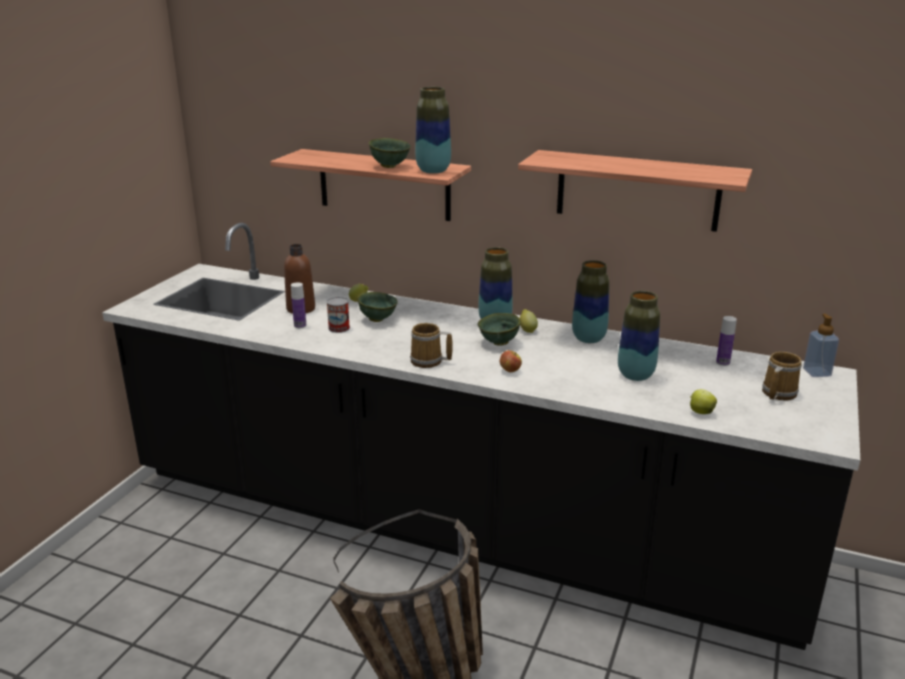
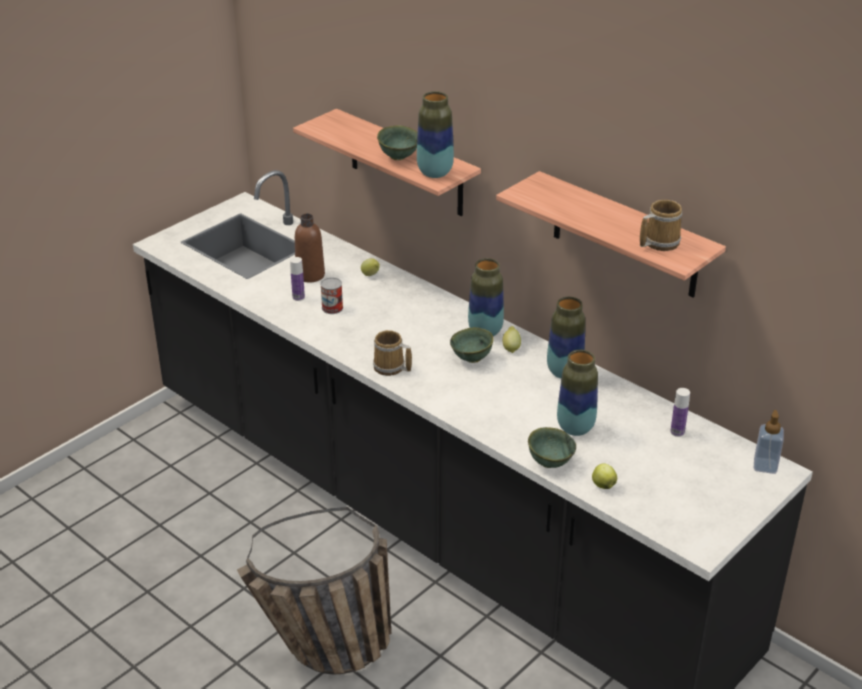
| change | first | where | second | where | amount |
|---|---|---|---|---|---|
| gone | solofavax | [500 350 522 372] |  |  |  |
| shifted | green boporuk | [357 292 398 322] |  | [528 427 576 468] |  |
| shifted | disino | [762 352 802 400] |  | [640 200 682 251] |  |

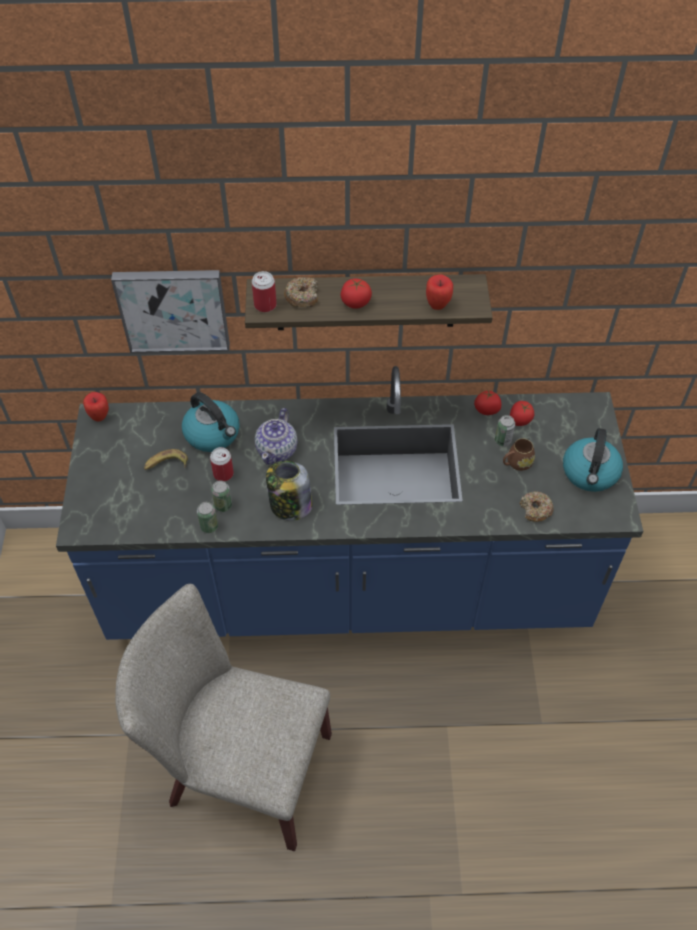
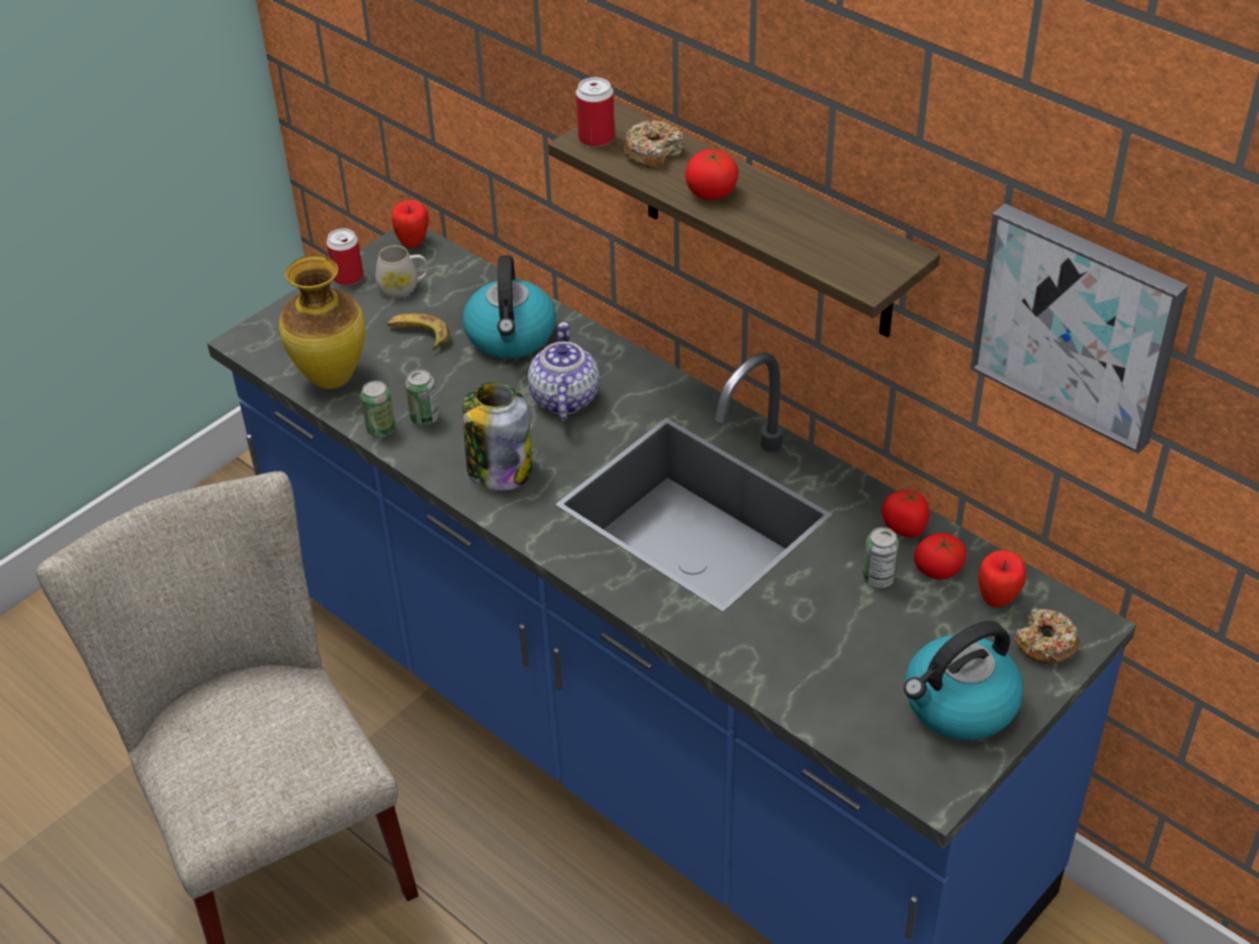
| change | first | where | second | where | amount |
|---|---|---|---|---|---|
| gone | brown disino | [503 438 535 471] |  |  |  |
| new |  |  | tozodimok | [279 255 365 389] |  |
| new |  |  | white disino | [376 245 428 298] |  |
| shifted | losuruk | [111 270 230 353] |  | [970 204 1188 454] |  |
| shifted | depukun | [210 447 234 482] |  | [326 228 364 285] |  |
| shifted | solofavax | [426 274 453 310] |  | [978 550 1026 608] |  |
| shifted | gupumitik | [520 492 554 522] |  | [1014 608 1080 663] |  |
| rotated | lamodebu | [255 408 298 465] |  | [528 322 600 421] | 120 degrees clockwise |

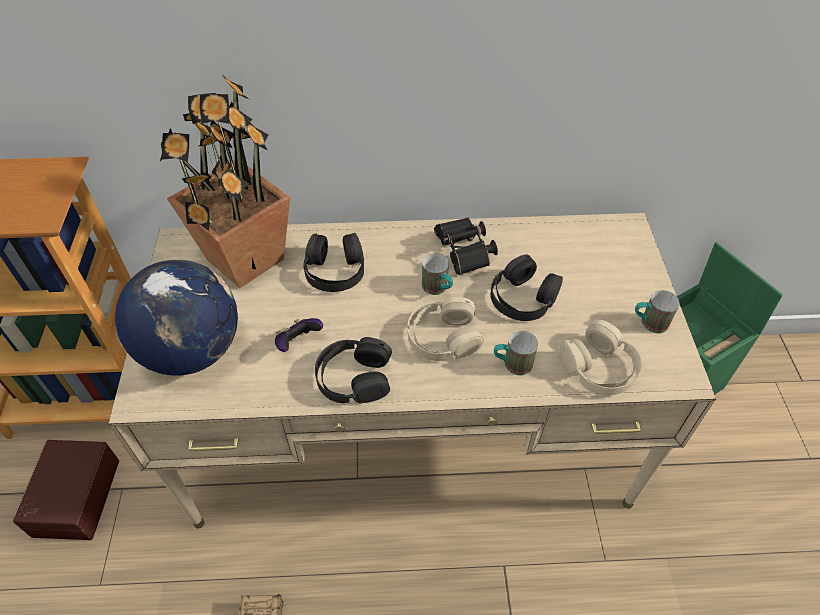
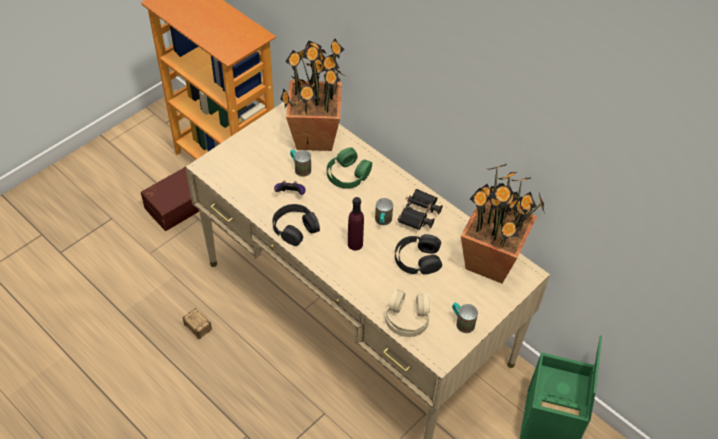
| change | first | where | second | where | amount |
|---|---|---|---|---|---|
| gone | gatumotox | [115 259 238 376] |  |  |  |
| new |  |  | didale | [461 164 545 284] |  |
| shifted | disino | [494 331 538 375] |  | [290 150 311 177] |  |
| swapped | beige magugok | [408 297 484 361] | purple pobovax | [348 197 364 251] |  |
| repainted | black magugok | [303 233 364 292] | green magugok | [327 147 372 189] |  |

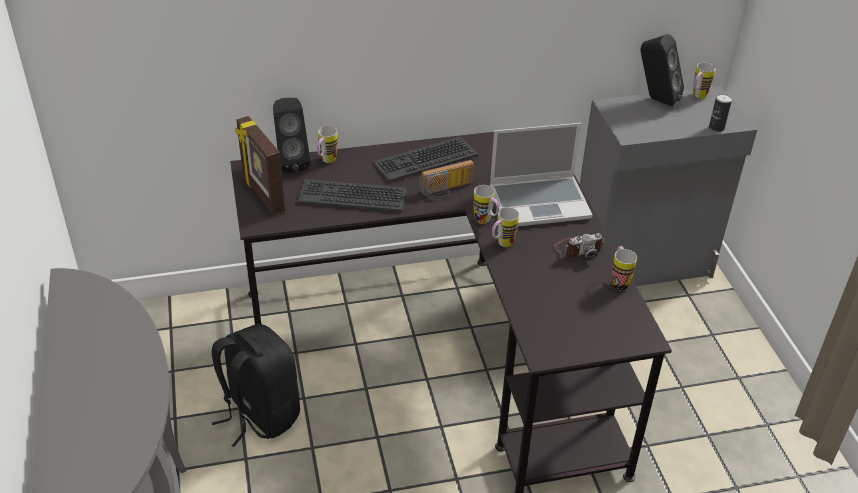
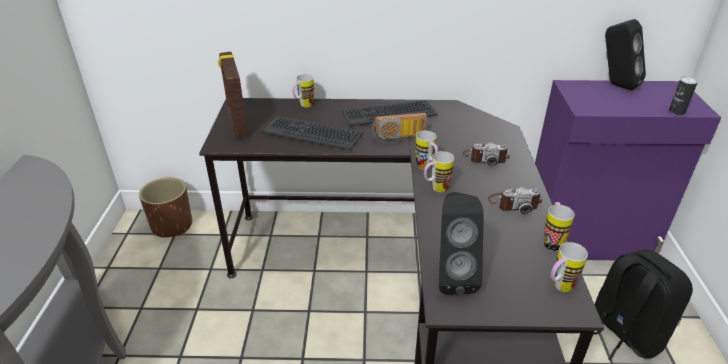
| change | first | where | second | where | amount |
|---|---|---|---|---|---|
| new |  |  | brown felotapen | [139 177 192 238] |  |
| shifted | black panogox | [212 324 300 447] |  | [593 249 693 360] |  |
| shifted | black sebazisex | [273 98 310 173] |  | [439 192 484 295] |  |
| shifted | disino | [693 63 716 98] |  | [551 242 588 292] |  |
| swapped | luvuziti | [490 123 593 226] | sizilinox | [463 142 510 166] |  |
| repainted | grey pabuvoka | [580 86 757 286] | purple pabuvoka | [535 80 721 260] |  |

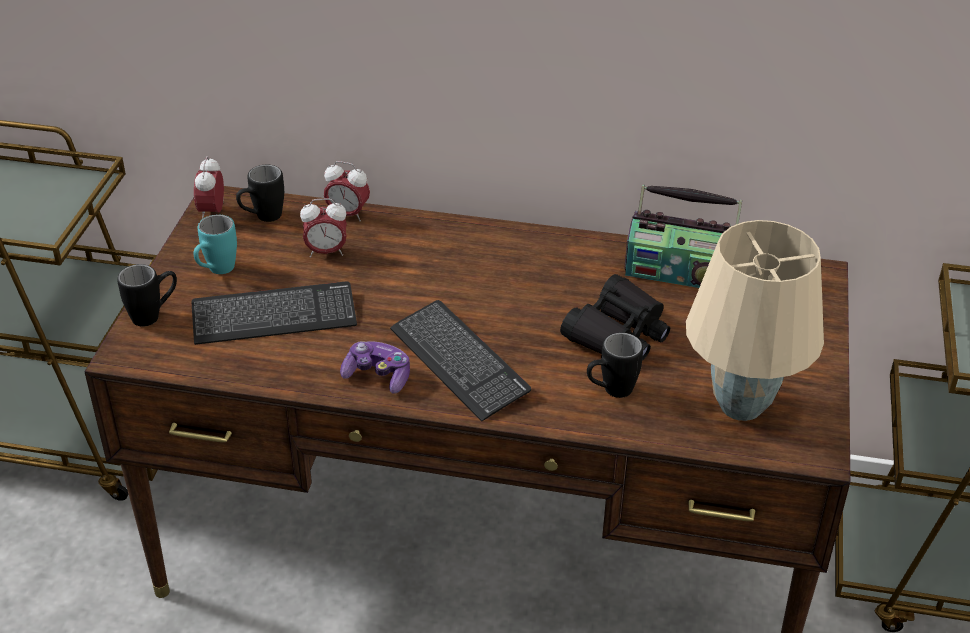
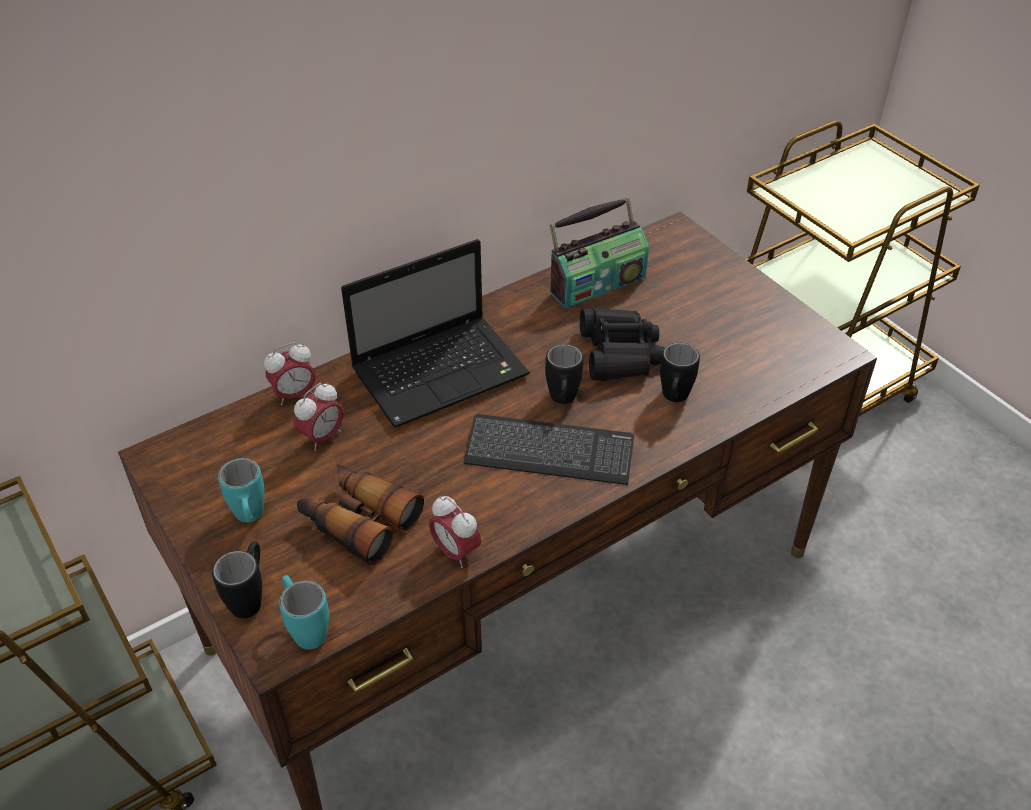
| change | first | where | second | where | amount |
|---|---|---|---|---|---|
| gone | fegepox | [340 341 410 393] |  |  |  |
| gone | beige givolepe | [686 220 824 421] |  |  |  |
| new |  |  | turquoise disino | [279 575 329 650] |  |
| new |  |  | luvuziti | [341 239 530 428] |  |
| shifted | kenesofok | [194 156 224 219] |  | [429 496 481 568] |  |
| shifted | black disino | [236 165 284 222] |  | [545 344 584 404] |  |
| swapped | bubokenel | [191 281 357 345] | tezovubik | [297 464 424 566] |  |

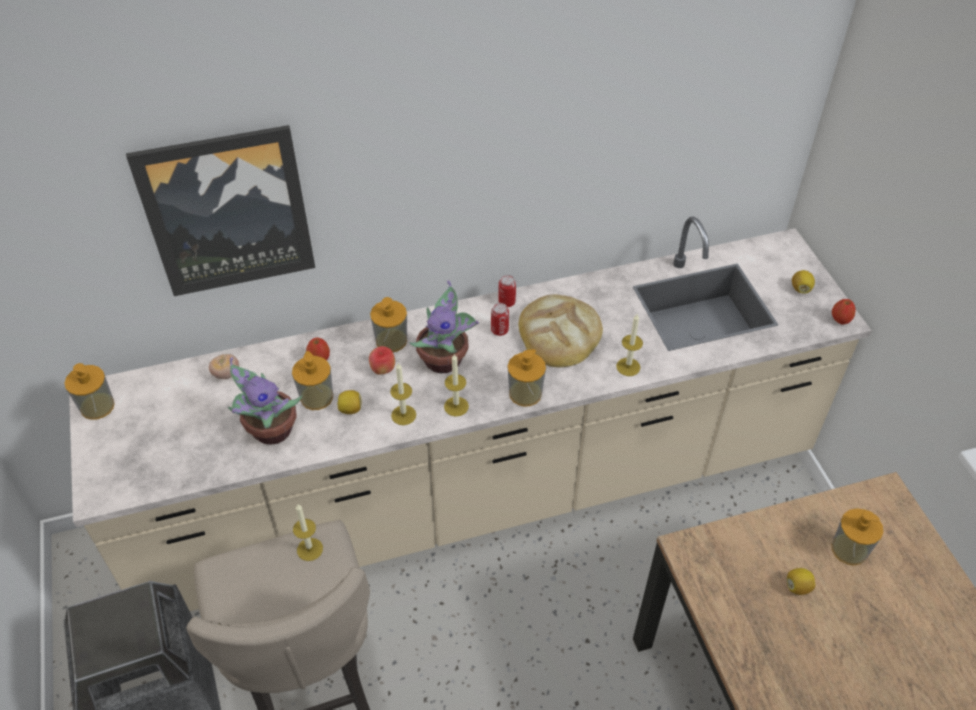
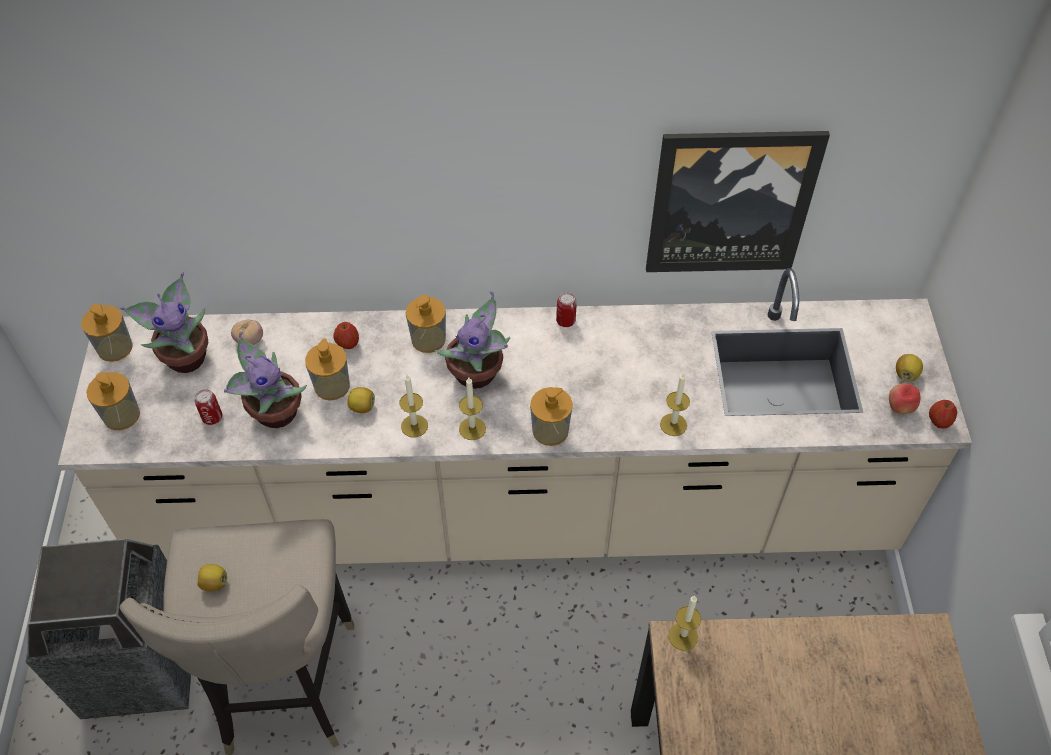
| change | first | where | second | where | amount |
|---|---|---|---|---|---|
| gone | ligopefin | [518 294 603 367] |  |  |  |
| new |  |  | didale | [120 272 209 373] |  |
| shifted | losuruk | [126 125 315 296] |  | [646 131 830 272] |  |
| shifted | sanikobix | [293 504 323 561] |  | [669 596 701 651] |  |
| shifted | solofavax | [369 346 395 375] |  | [889 383 921 414] |  |
| shifted | depukun | [491 303 509 336] |  | [195 389 222 425] |  |
| shifted | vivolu | [787 568 815 595] |  | [197 564 227 591] |  |
| shifted | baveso | [832 508 883 565] |  | [86 372 140 430] |  |

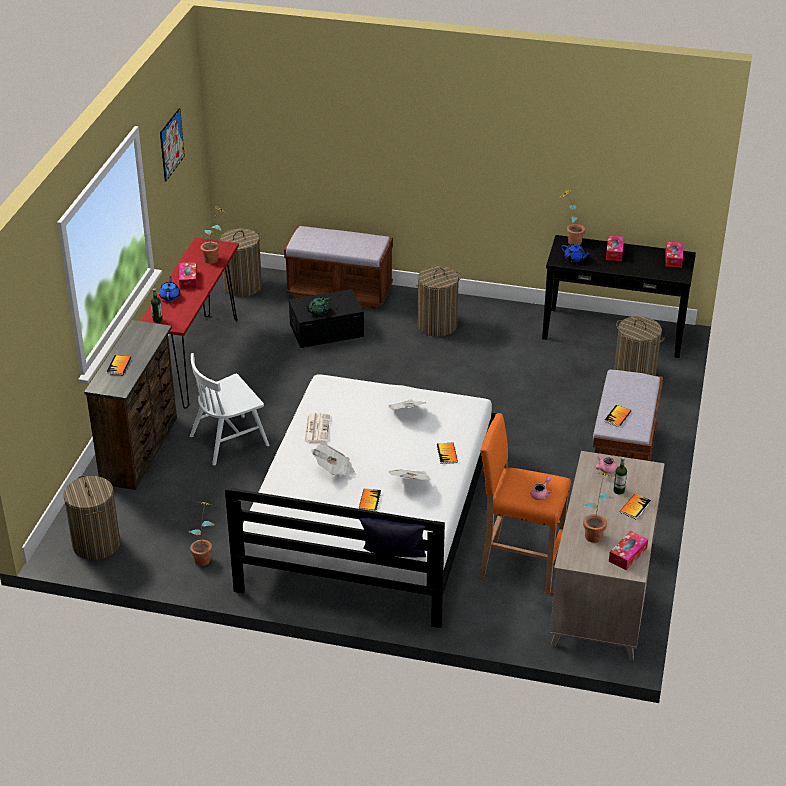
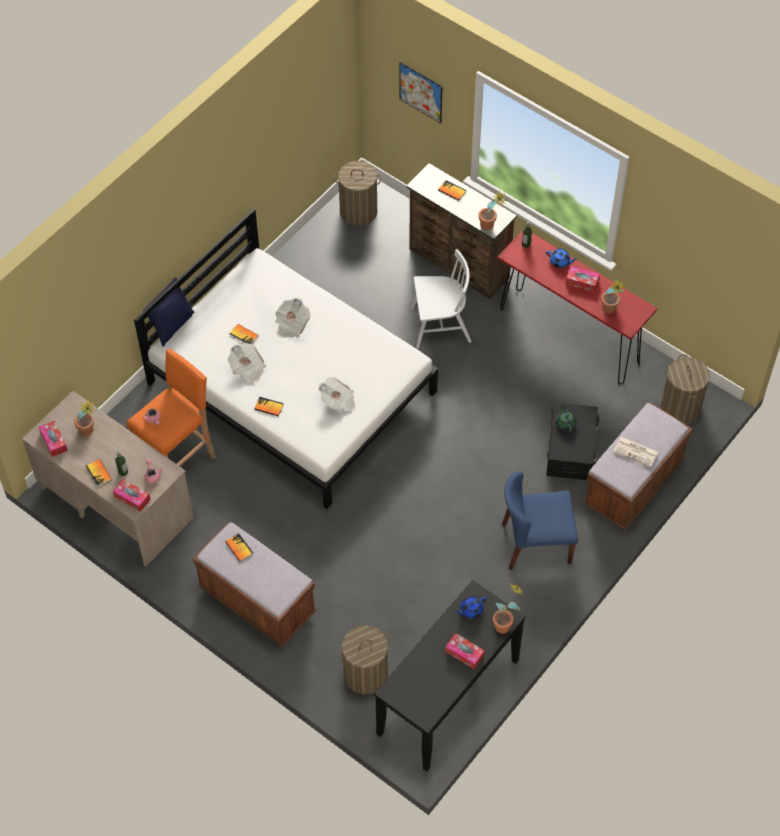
| change | first | where | second | where | amount |
|---|---|---|---|---|---|
| shifted | losuruk | [160 108 185 182] |  | [400 62 443 123] |  |
| shifted | didale | [189 502 215 566] |  | [478 192 506 230] |  |
| shifted | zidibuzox | [304 413 330 443] |  | [613 437 658 467] |  |
| shifted | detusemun | [665 242 683 268] |  | [113 479 151 512] |  |
| swapped | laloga | [416 266 461 337] | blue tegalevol | [502 472 578 570] |  |
| rotated | white tegalevol | [190 353 269 465] |  | [410 249 472 349] | 90 degrees clockwise |

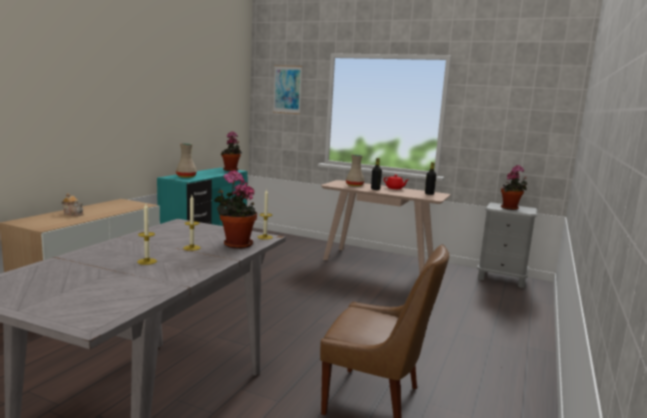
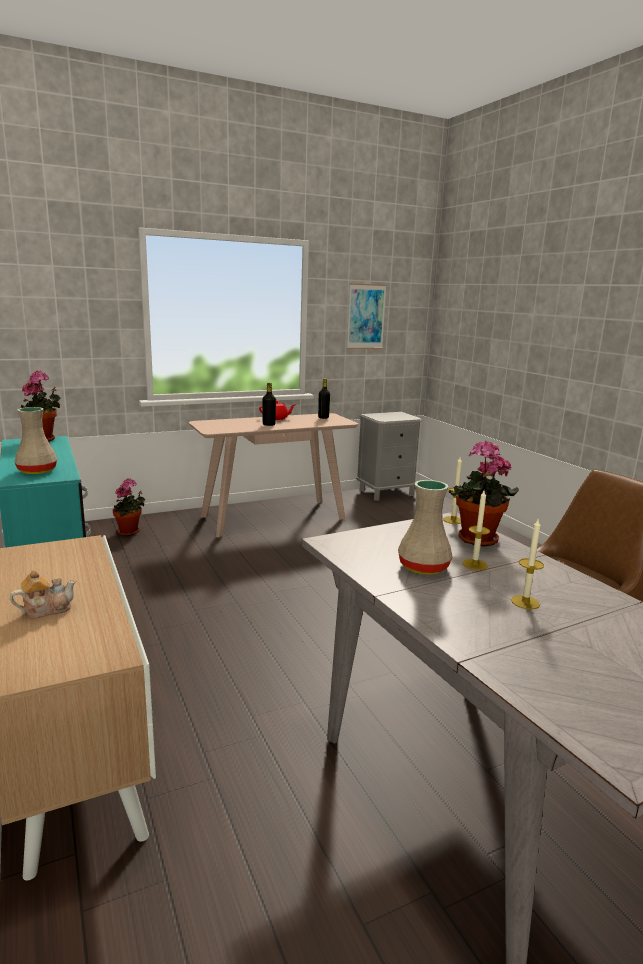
| change | first | where | second | where | amount |
|---|---|---|---|---|---|
| shifted | losuruk | [273 65 302 114] |  | [347 283 387 349] |  |
| shifted | beige tozodimok | [346 155 365 187] |  | [398 480 453 575] |  |
| shifted | didale | [501 165 527 210] |  | [112 478 145 536] |  |

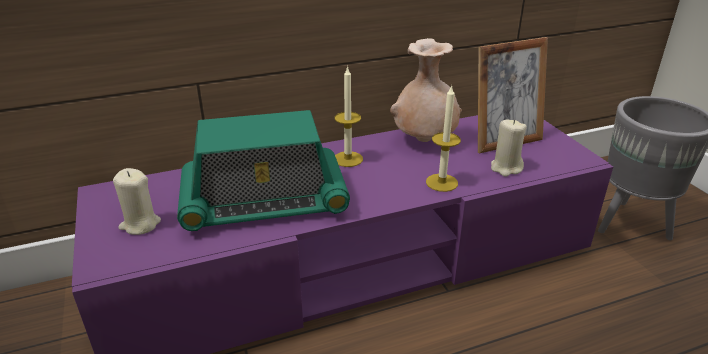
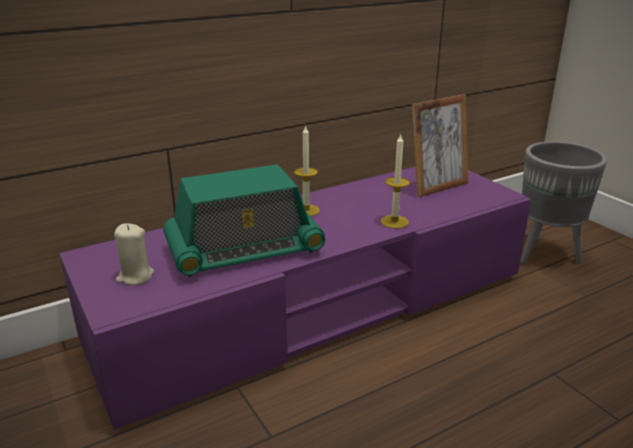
| change | first | where | second | where | amount |
|---|---|---|---|---|---|
| gone | beige tozodimok | [390 38 462 142] |  |  |  |
| gone | beige sanikobix | [491 119 527 177] |  |  |  |

